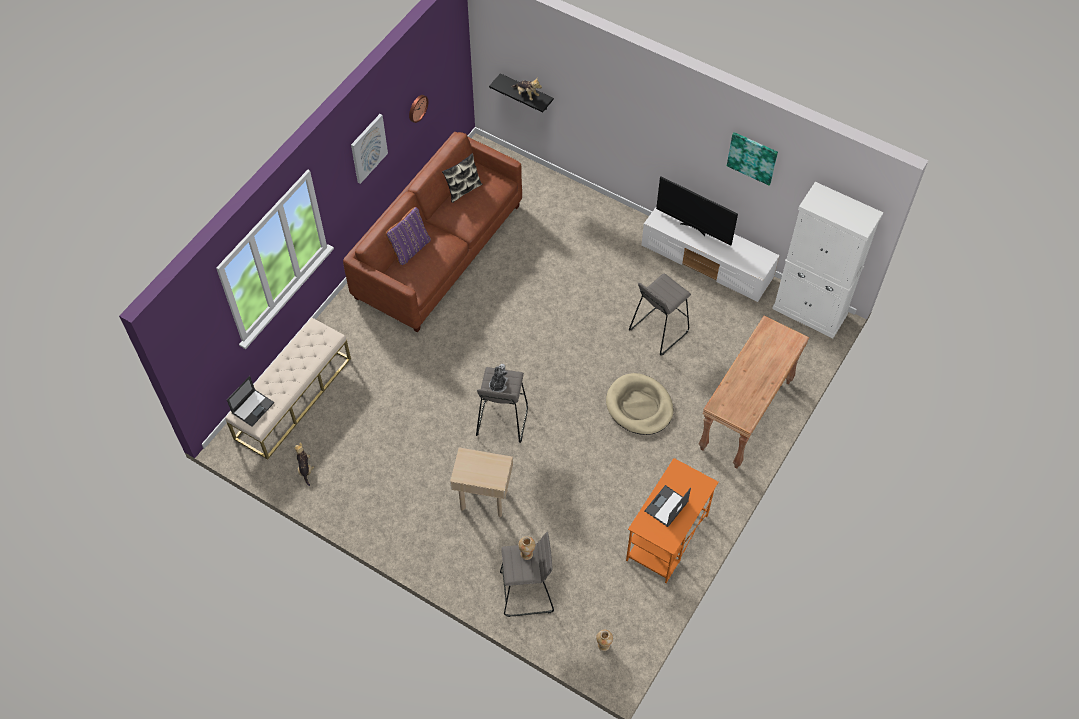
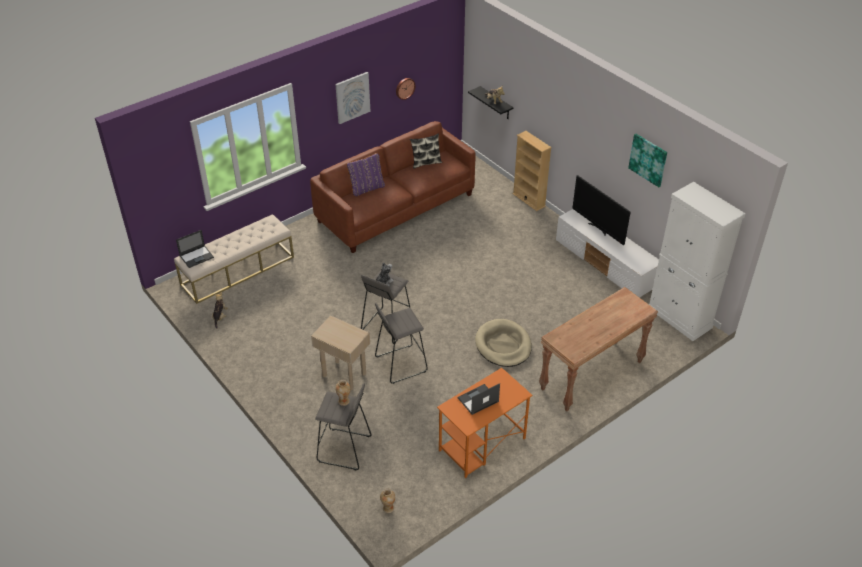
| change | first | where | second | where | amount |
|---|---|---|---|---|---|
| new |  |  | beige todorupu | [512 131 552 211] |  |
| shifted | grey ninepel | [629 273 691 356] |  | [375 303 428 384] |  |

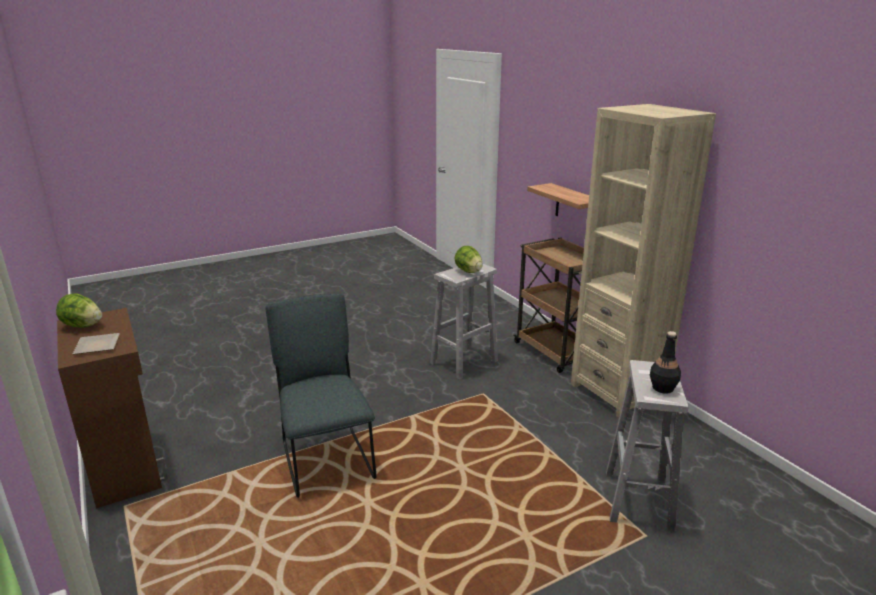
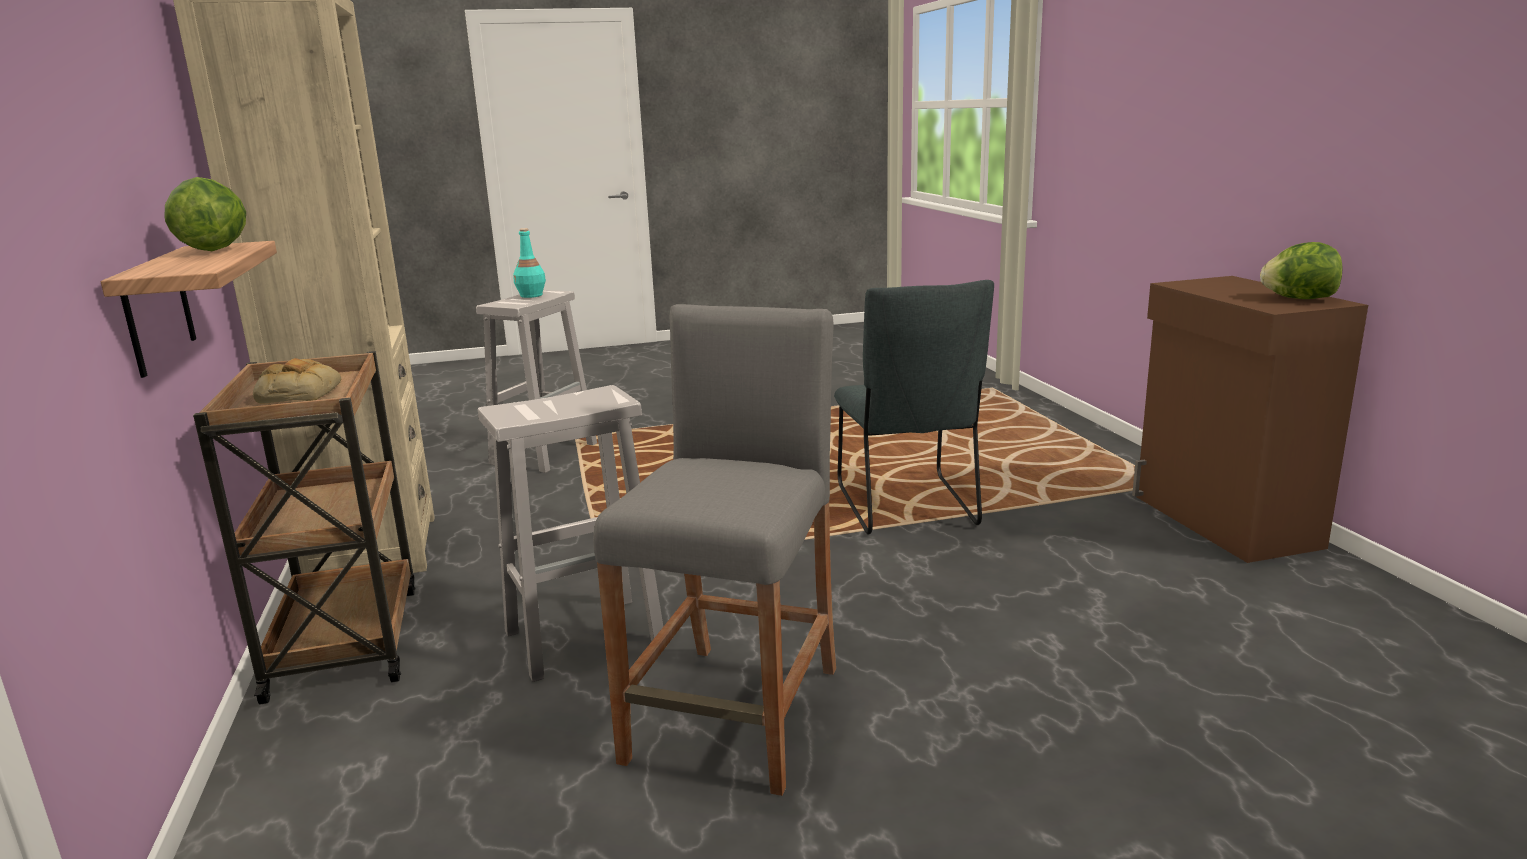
| change | first | where | second | where | amount |
|---|---|---|---|---|---|
| gone | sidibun | [73 333 120 354] |  |  |  |
| new |  |  | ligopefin | [253 358 341 404] |  |
| new |  |  | grey ninepel | [593 304 836 796] |  |
| shifted | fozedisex | [454 246 483 273] |  | [164 177 246 251] |  |
| repainted | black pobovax | [650 331 681 394] | turquoise pobovax | [513 228 546 298] |  |

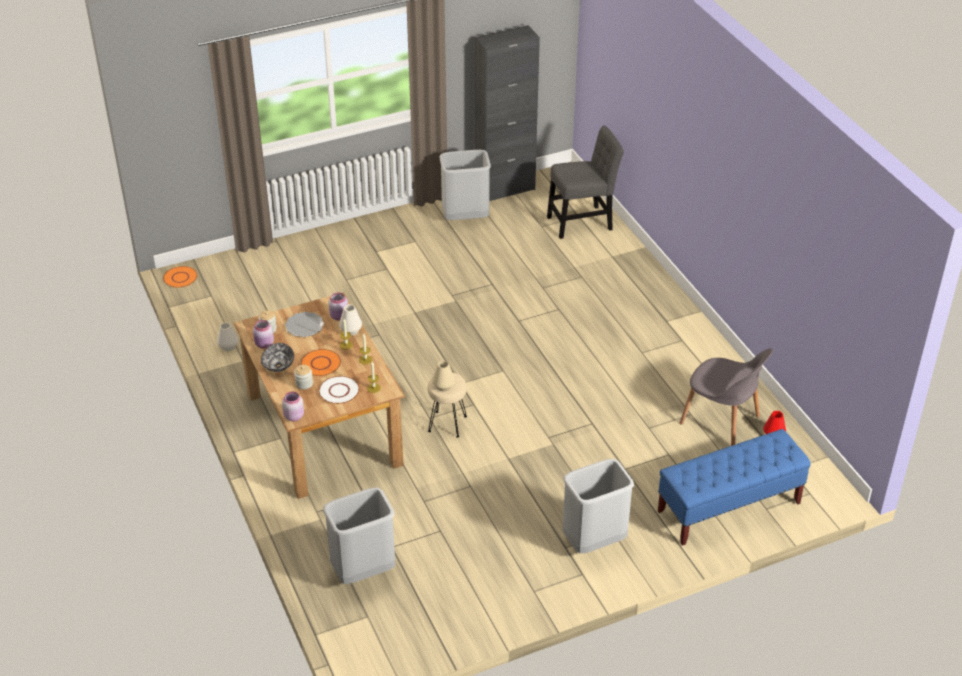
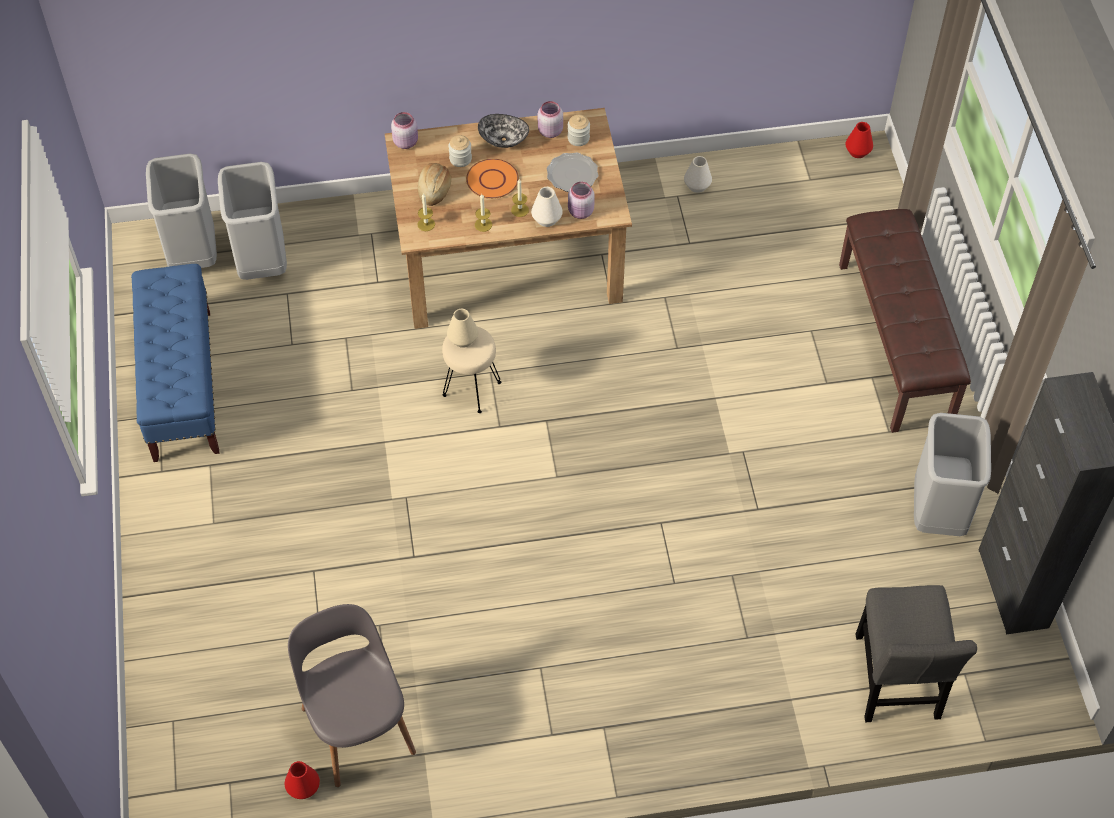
| change | first | where | second | where | amount |
|---|---|---|---|---|---|
| new |  |  | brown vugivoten | [839 209 971 433] |  |
| shifted | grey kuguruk | [563 459 634 553] |  | [146 154 217 268] |  |
| shifted | blue vugivoten | [658 429 811 546] |  | [131 264 219 462] |  |
| swapped | orange sidibun | [163 266 198 288] | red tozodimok | [845 122 873 158] |  |
| swapped | white sidibun | [319 376 360 404] | ligopefin | [418 163 451 206] |  |
| rotated | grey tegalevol | [680 348 773 446] |  | [288 604 416 787] | 105 degrees clockwise |

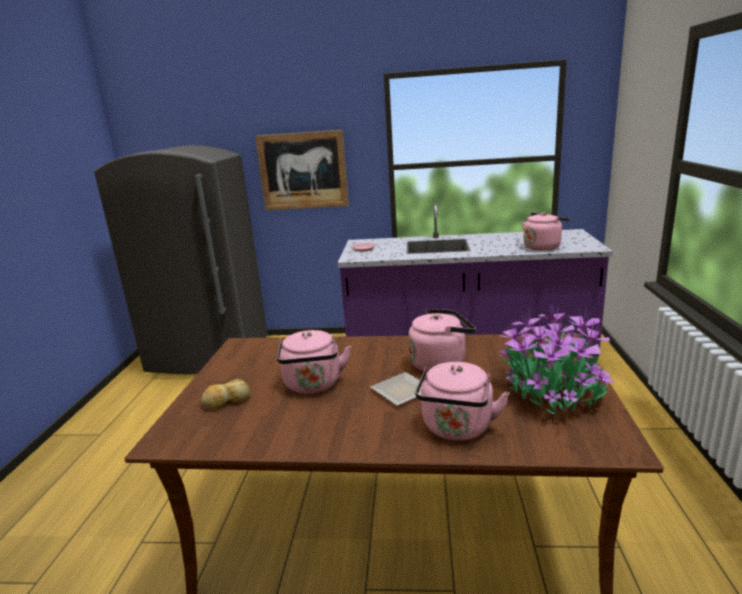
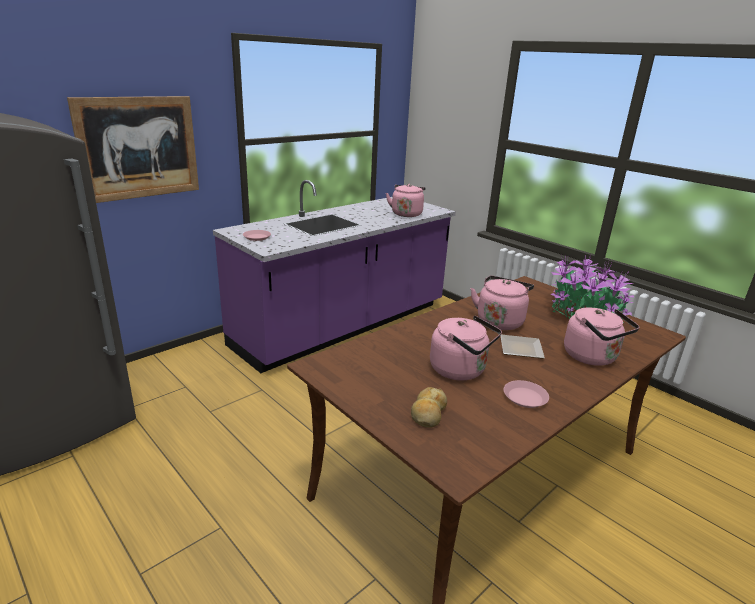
| change | first | where | second | where | amount |
|---|---|---|---|---|---|
| new |  |  | pink sidibun | [503 380 549 408] |  |

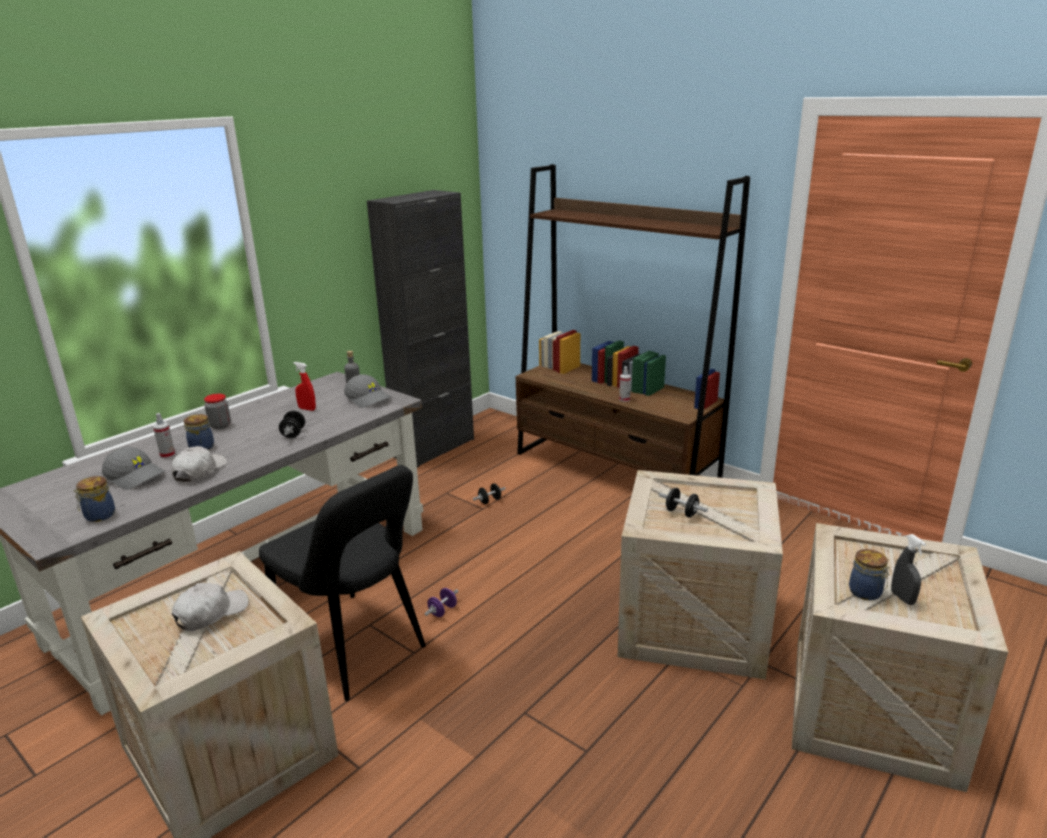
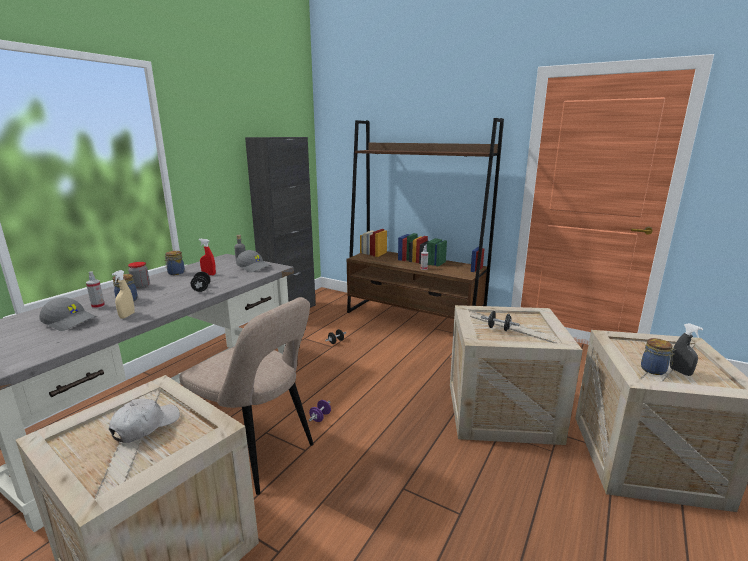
| change | first | where | second | where | amount |
|---|---|---|---|---|---|
| shifted | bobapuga | [73 476 115 522] |  | [164 251 185 275] |  |
| swapped | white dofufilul | [172 446 227 482] | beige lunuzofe | [112 270 135 319] |  |
| repainted | black tegalevol | [259 465 426 701] | beige tegalevol | [179 297 314 495] |  |

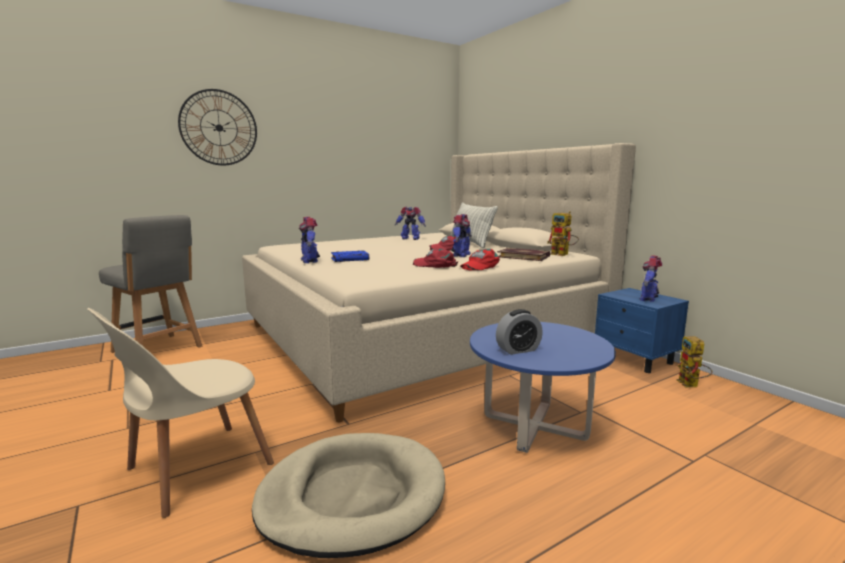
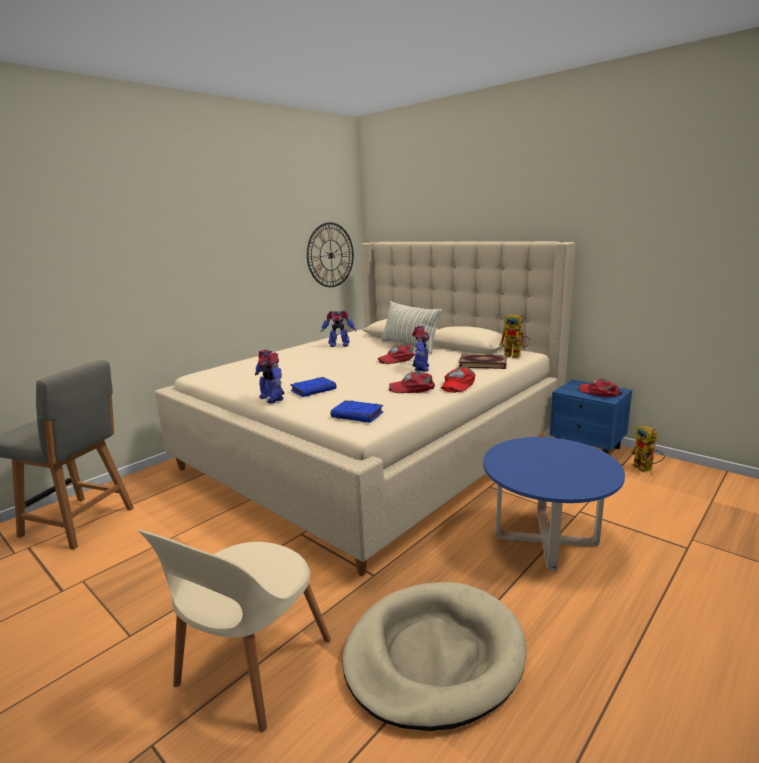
| change | first | where | second | where | amount |
|---|---|---|---|---|---|
| gone | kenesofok | [496 309 543 355] |  |  |  |
| new |  |  | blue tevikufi | [331 400 383 423] |  |
| shifted | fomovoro | [178 89 257 166] |  | [307 222 354 287] |  |
| swapped | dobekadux | [639 256 662 302] | red dofufilul | [578 378 622 397] |  |

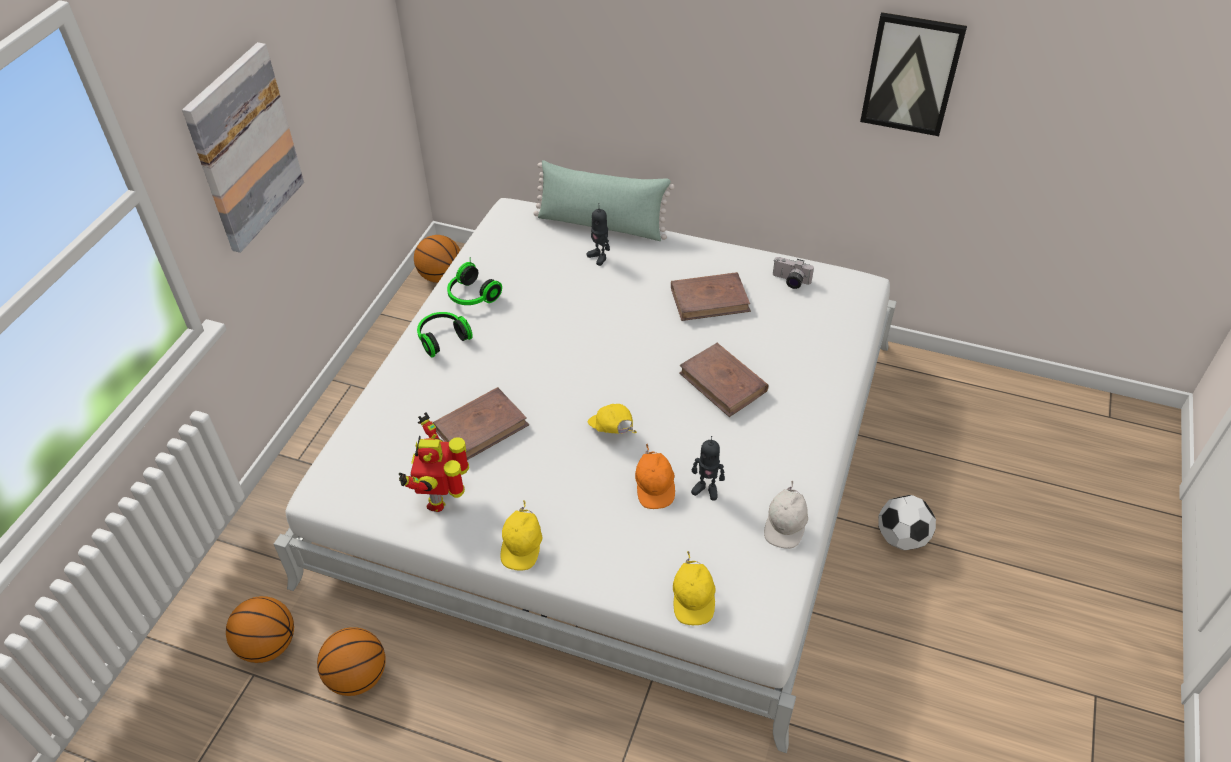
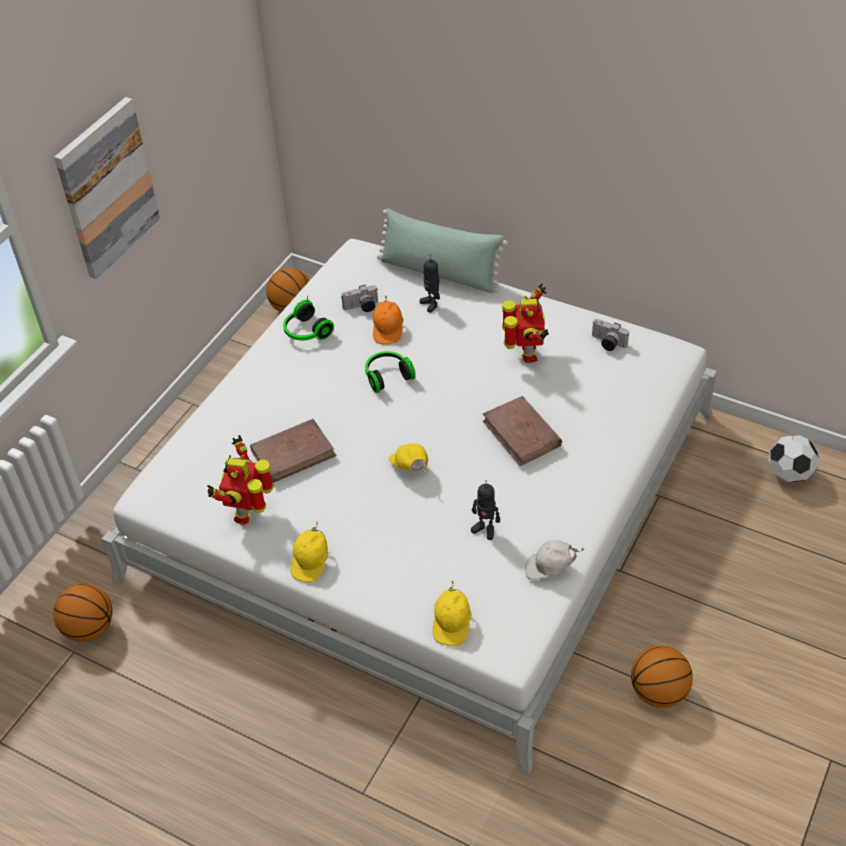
| change | first | where | second | where | amount |
|---|---|---|---|---|---|
| gone | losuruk | [860 12 967 136] |  |  |  |
| new |  |  | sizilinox | [341 285 378 312] |  |
| shifted | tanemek | [317 627 385 696] |  | [631 646 693 708] |  |
| shifted | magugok | [417 312 473 358] |  | [365 351 416 393] |  |
| shifted | orange dofufilul | [635 444 675 509] |  | [373 296 404 345] |  |
| shifted | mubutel | [878 495 936 550] |  | [768 435 819 483] |  |
| swapped | brown tevikufi | [671 272 751 321] | dobekadux | [502 283 549 363] |  |
| rotated | white dofufilul | [764 480 808 549] |  | [525 540 584 580] | 60 degrees clockwise |

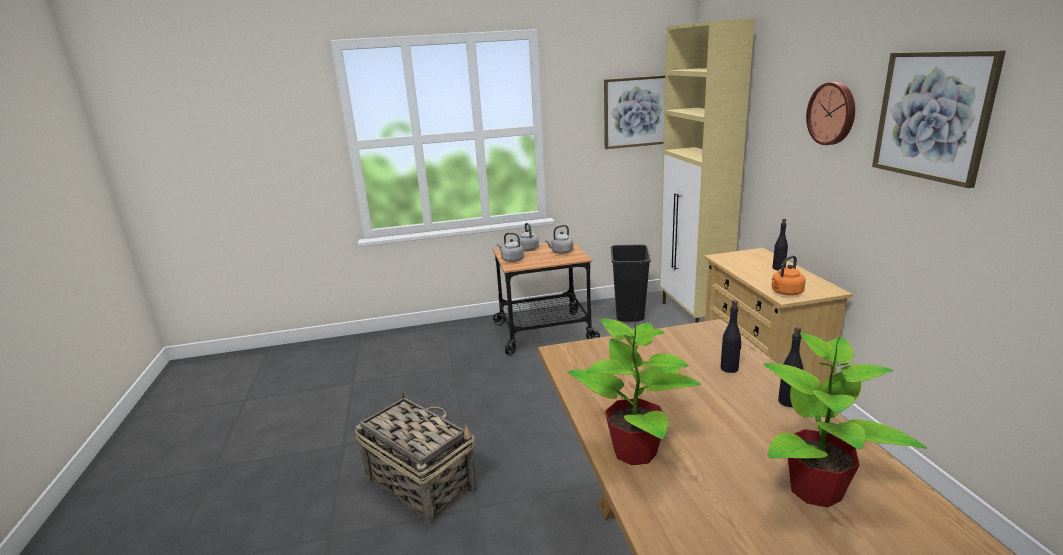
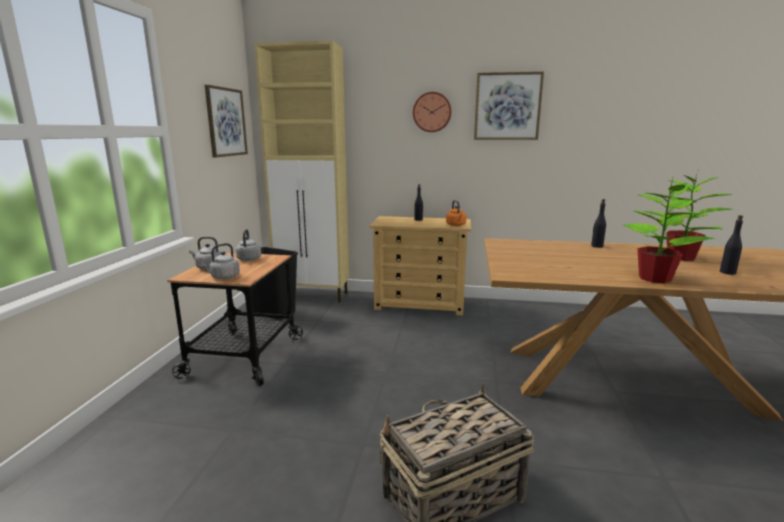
| change | first | where | second | where | amount |
|---|---|---|---|---|---|
| shifted | black pobovax | [721 300 741 373] |  | [720 215 743 275] |  |

